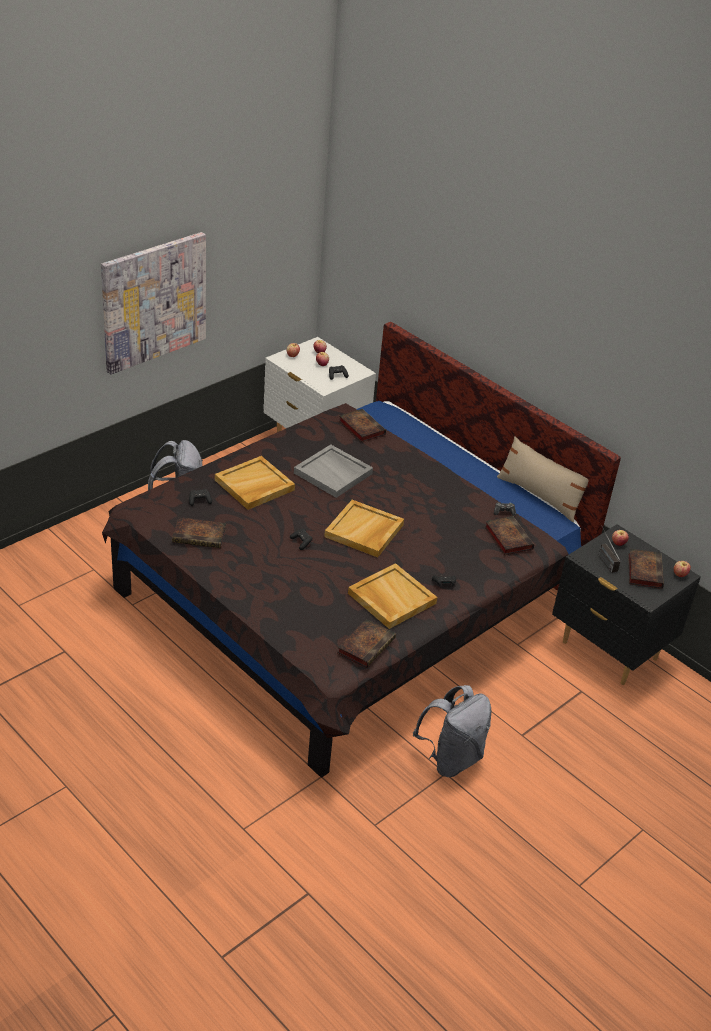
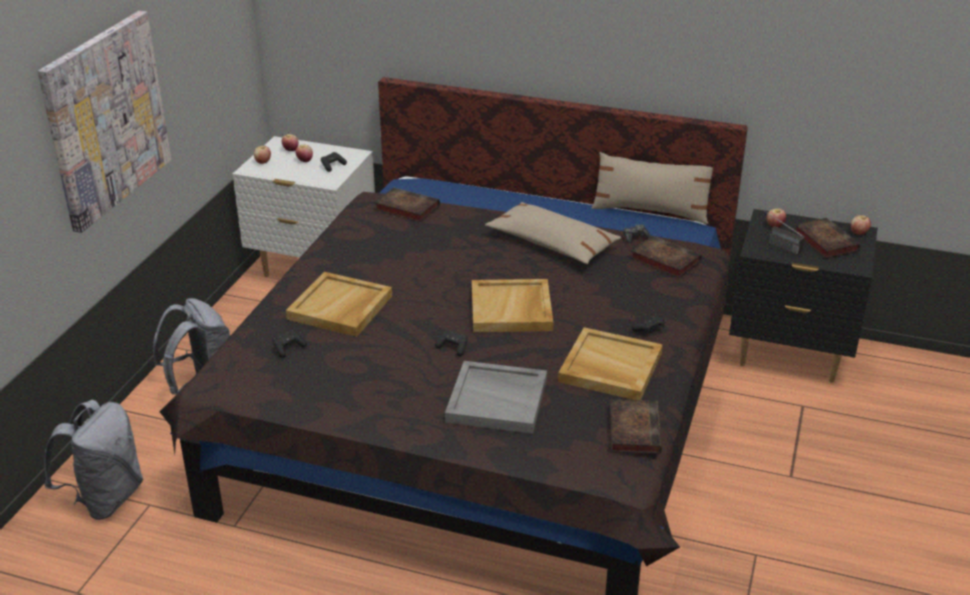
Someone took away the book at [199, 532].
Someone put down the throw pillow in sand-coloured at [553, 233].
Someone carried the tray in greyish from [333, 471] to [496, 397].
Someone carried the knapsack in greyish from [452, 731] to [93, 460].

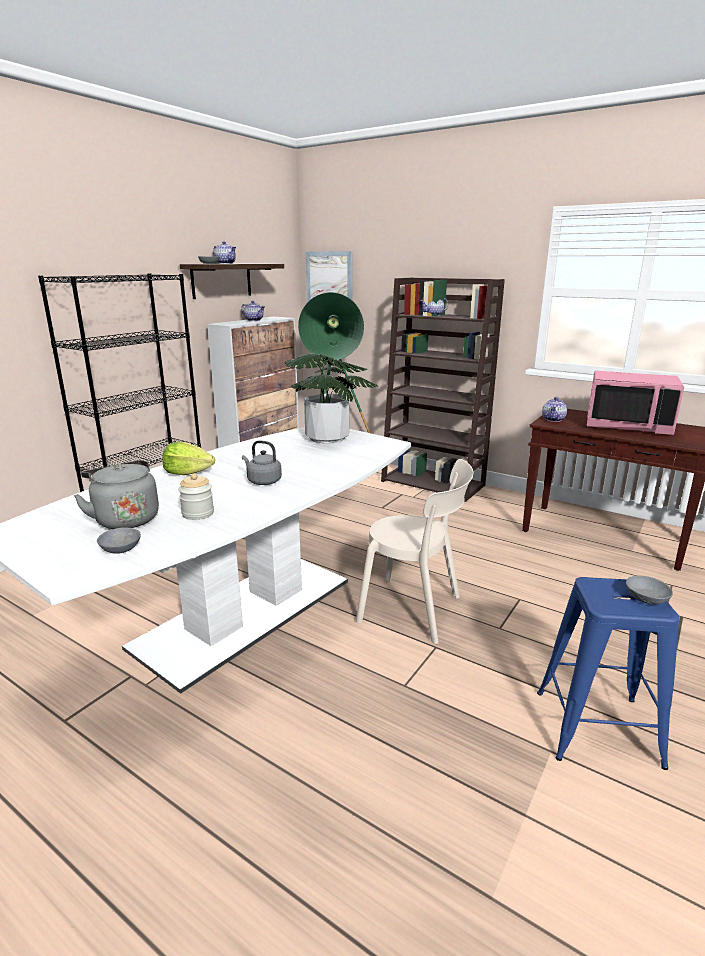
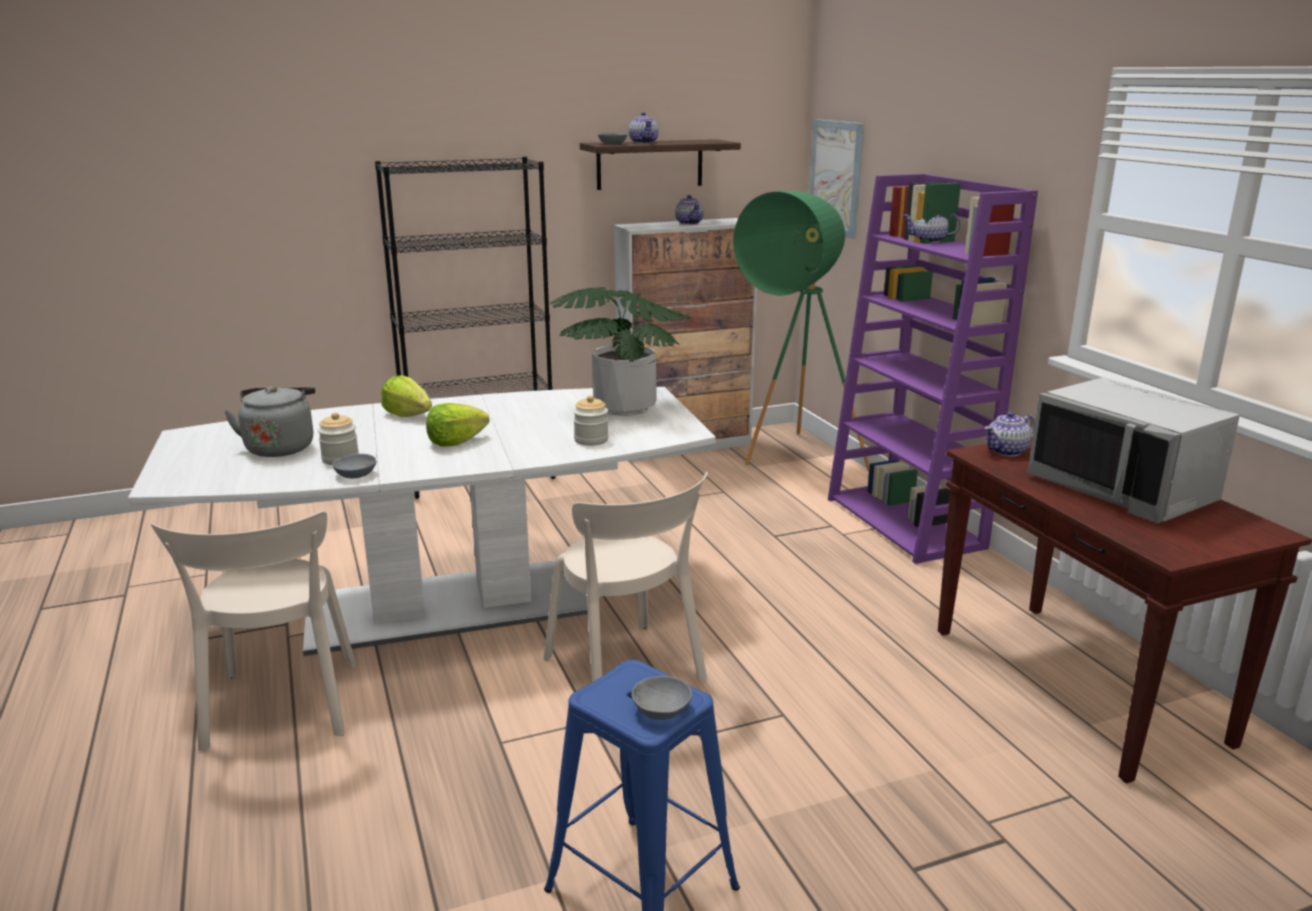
Someone put down the upright chair in sand-coloured at [253, 631].
Someone put down the preserve jar at [591, 420].
Someone carried the bowl in greyish from [119, 541] to [354, 466].
Someone swapped the kettle in greyish at [262, 463] for the head of lettuce at [457, 425].
Someone repainted the shelving unit in brown-coloured at [443, 390], which became the shelving unit in purple-coloured at [933, 369].
Someone repainted the microwave oven in pinkish at [635, 402], which became the microwave oven in greyish at [1134, 450].

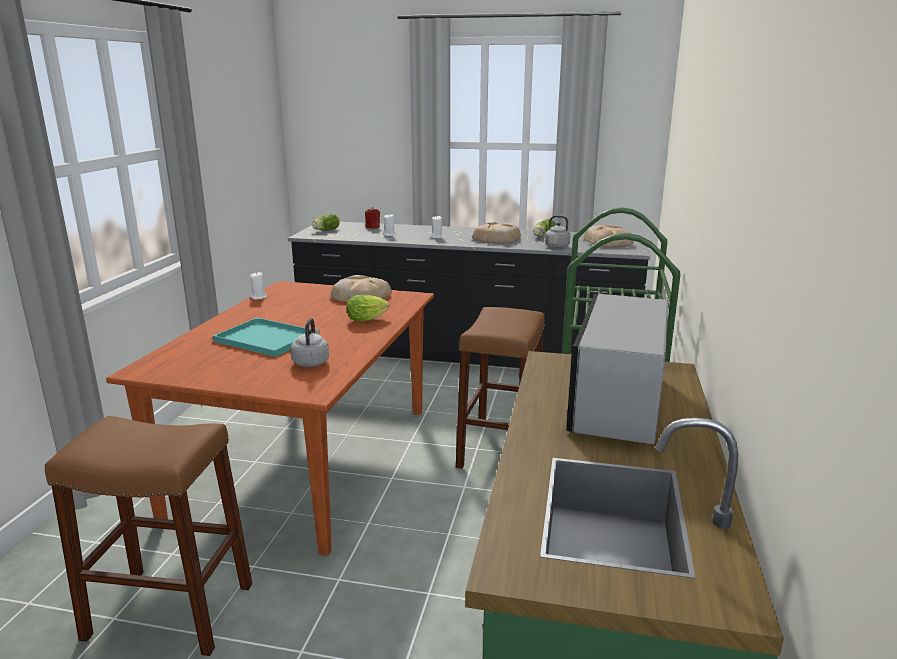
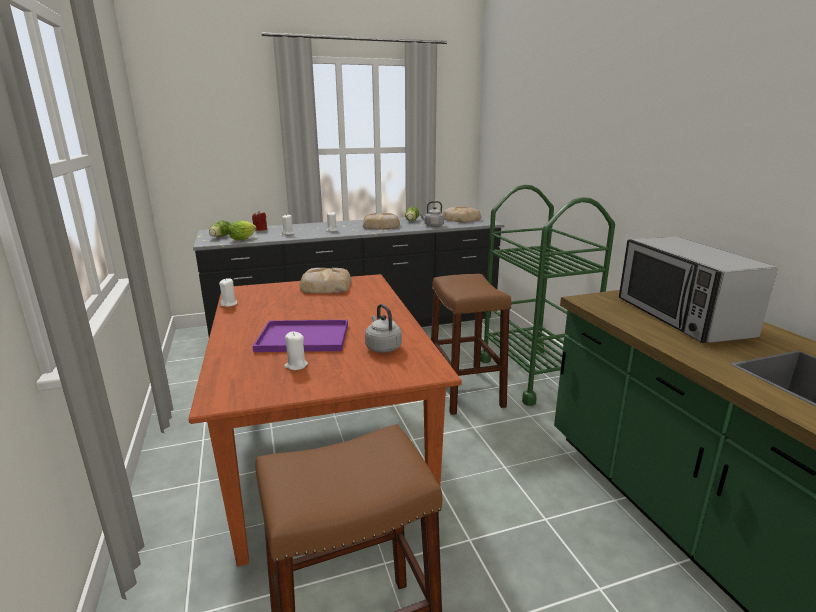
Someone put down the wax candle in whitish at [296, 350].
Someone carried the head of lettuce from [367, 308] to [242, 230].
Someone repainted the tray in turquoise-coloured at [264, 337], which became the tray in purple-coloured at [300, 336].

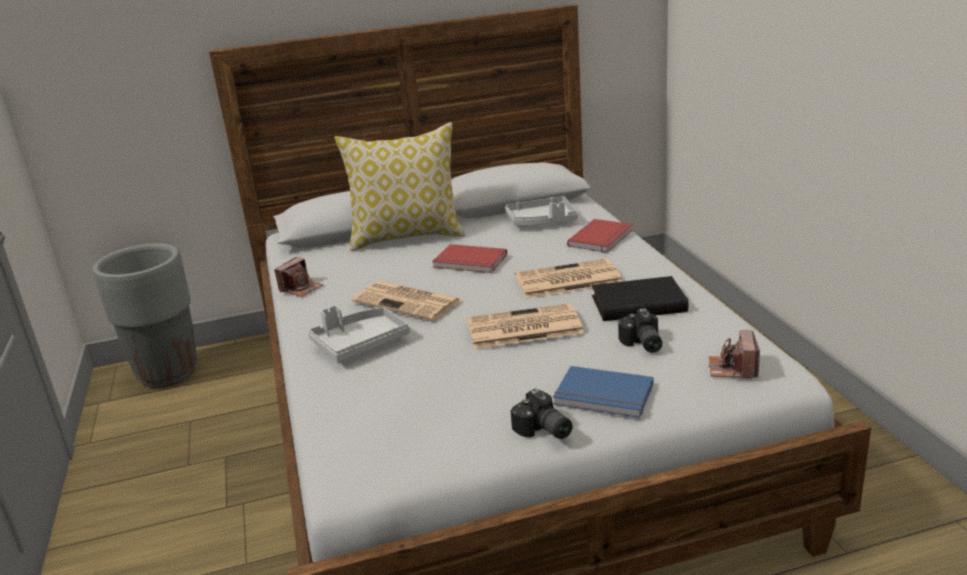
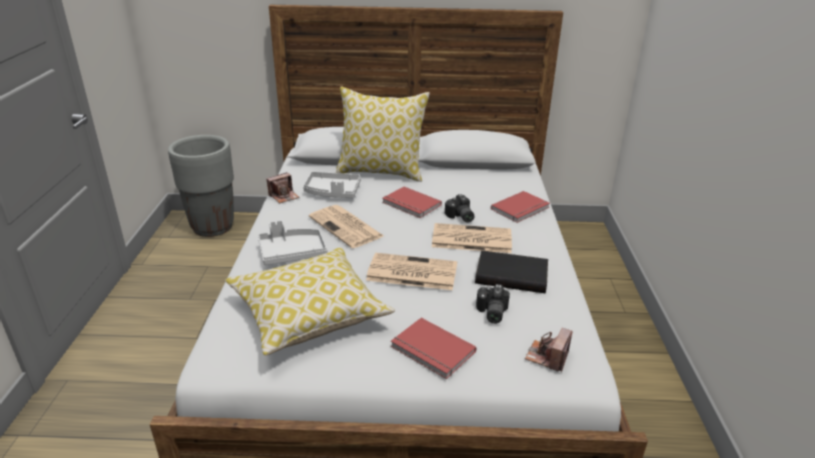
Someone put down the throw pillow at [310, 301].
Someone carried the tray in greyish from [541, 211] to [332, 185].
Someone carried the still camera from [542, 413] to [459, 208].
Someone repainted the book in blue-coloured at [603, 392], which became the book in reddish at [433, 348].

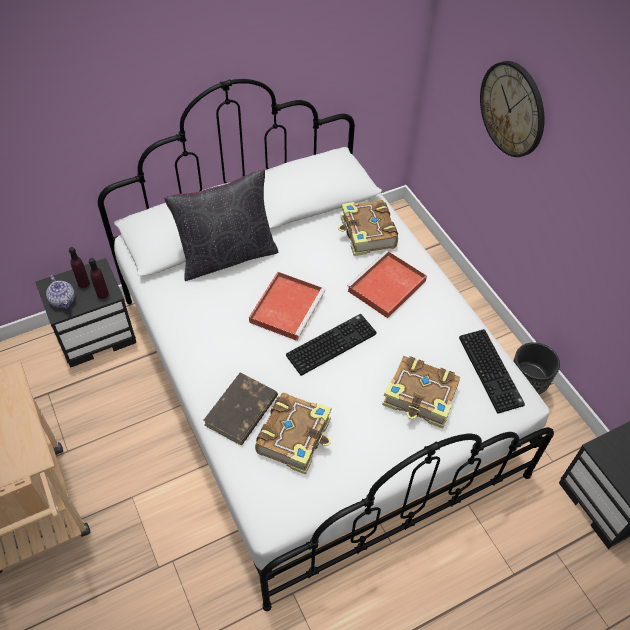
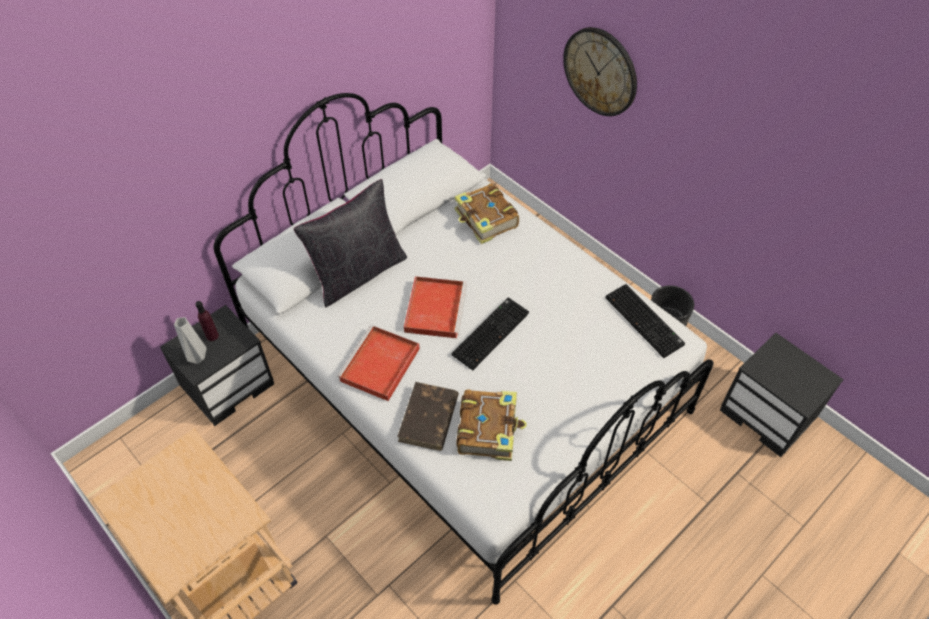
Someone took away the drink bottle in purple-coloured at [99, 278].
Someone took away the book at [421, 392].
Someone carried the tray in reddish from [387, 284] to [378, 363].
Someone swapped the pot for tea at [60, 292] for the vase in greyish at [190, 340].

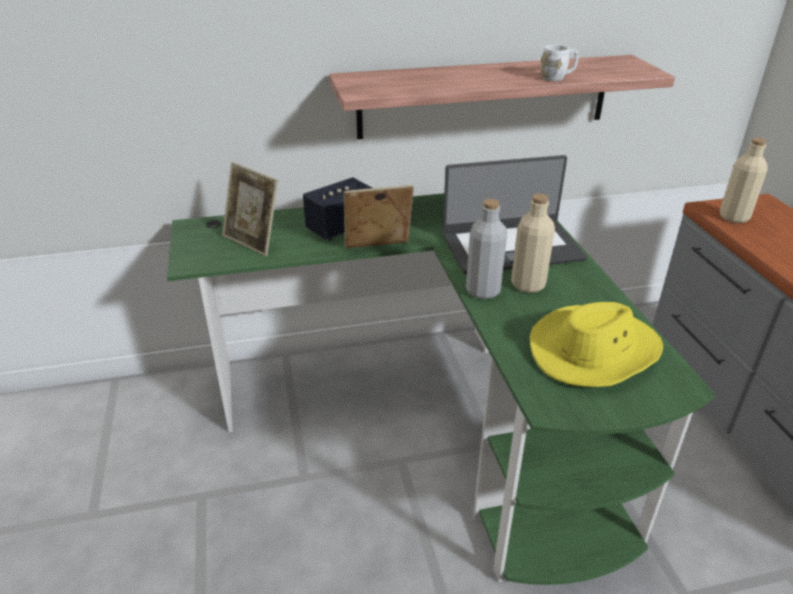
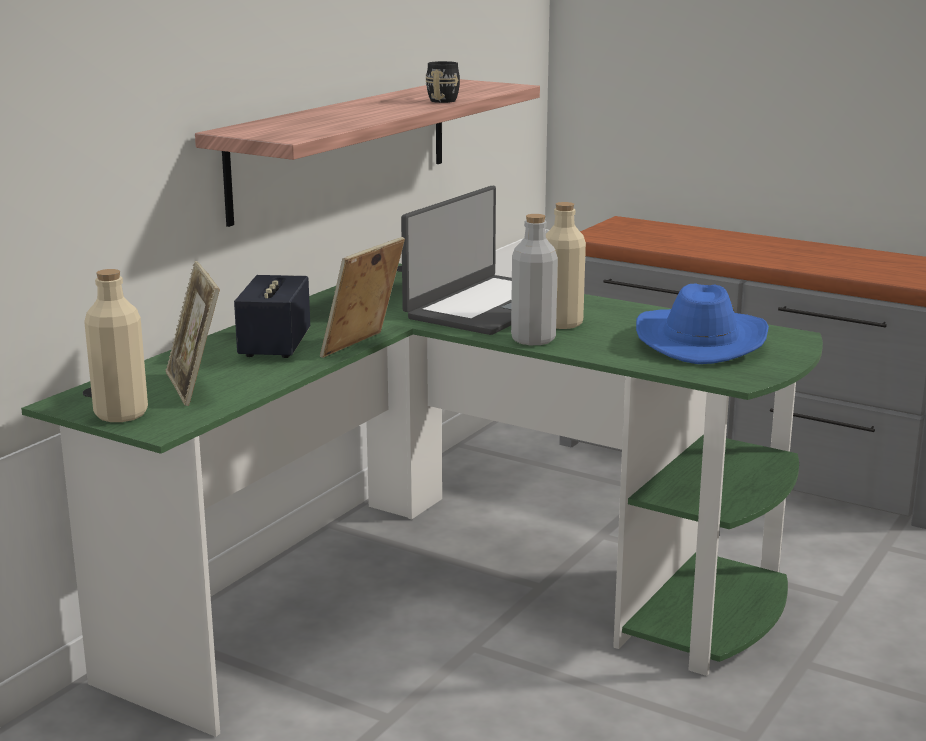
Someone carried the drink bottle in sand-coloured from [744, 180] to [116, 345].
Someone repainted the wearable hat in yellowish at [596, 344], which became the wearable hat in blue-coloured at [702, 323].
Someone repainted the mug in whitish at [560, 63], which became the mug in black at [443, 82].
Someone rotated the standing frame at [250, 209] by 75 degrees clockwise.

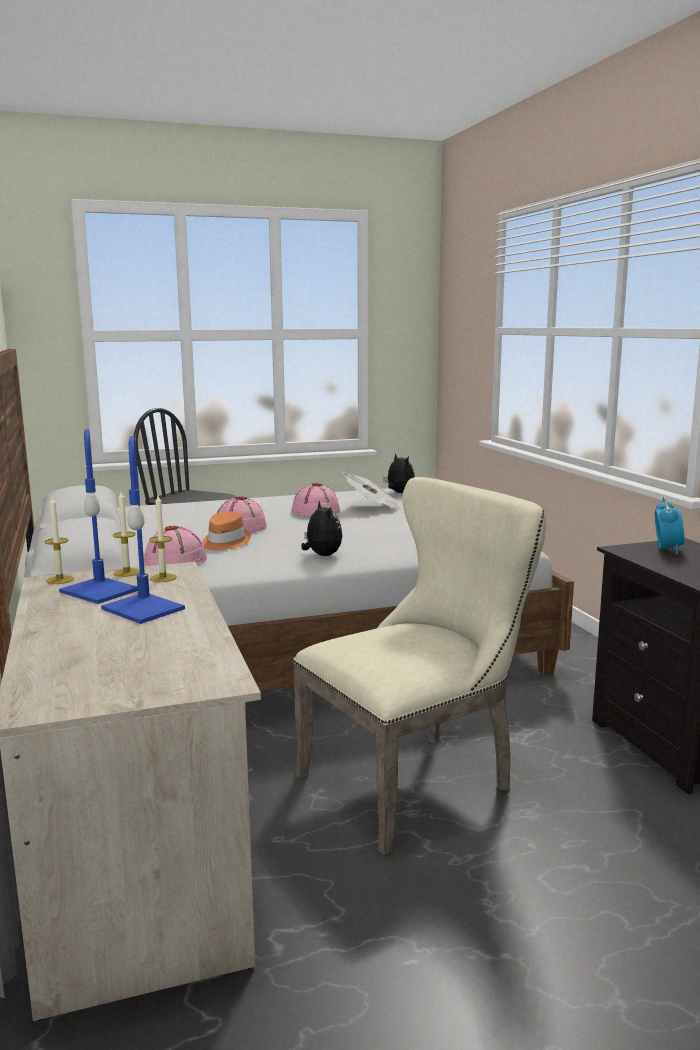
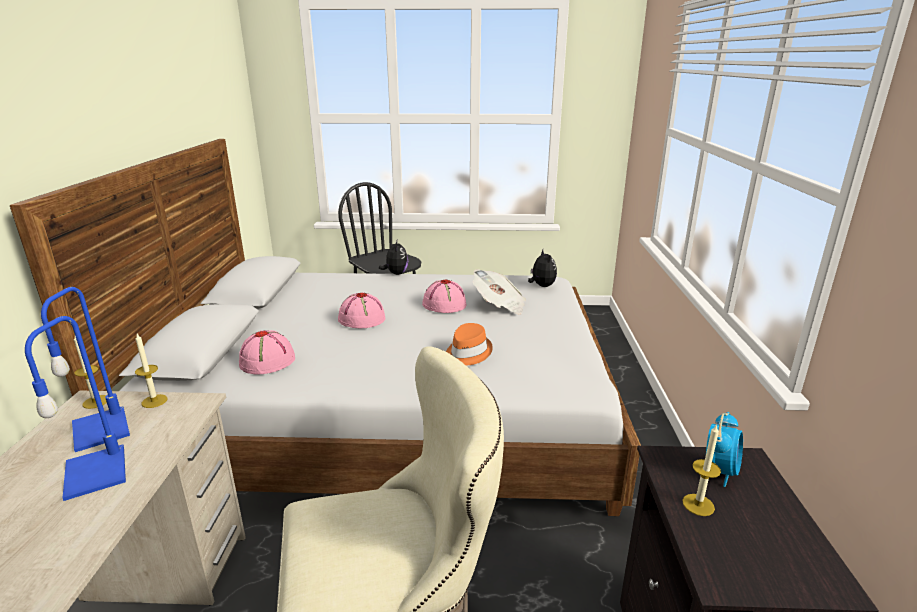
Someone carried the wax candle from [163, 539] to [701, 470].
Someone carried the wearable hat in orange-coloured from [226, 530] to [469, 344].
Someone carried the plush toy from [322, 528] to [393, 256].

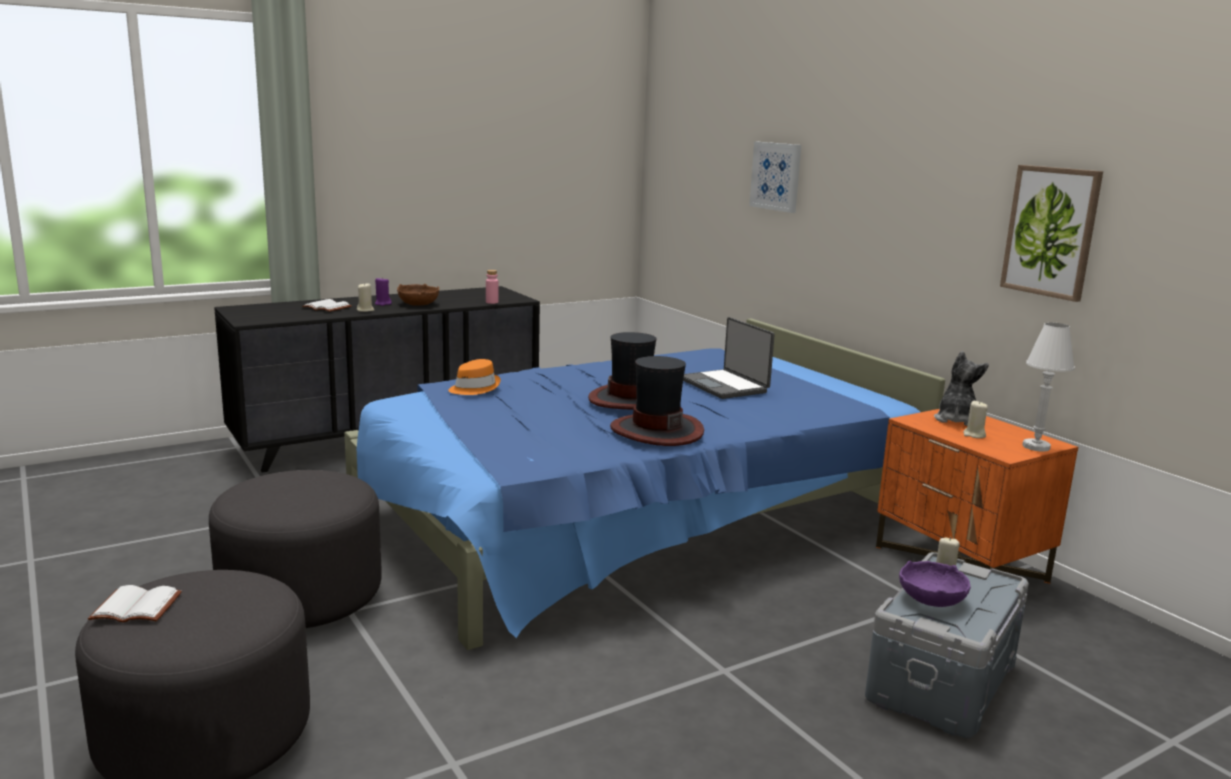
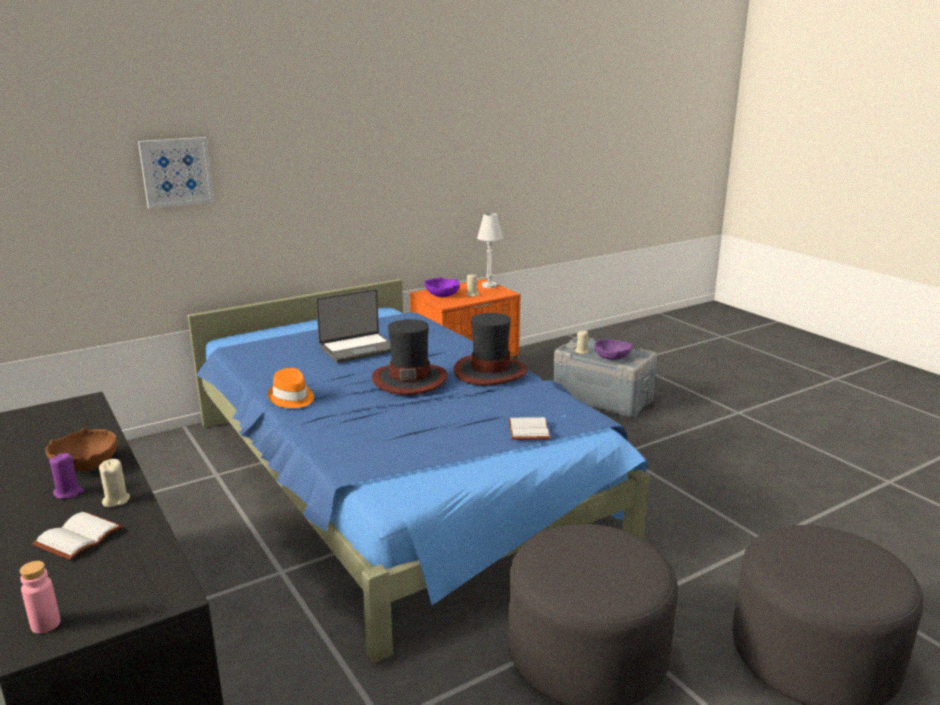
Someone took away the wall picture at [1051, 233].
Someone carried the book in whitish from [135, 603] to [529, 428].
Someone carried the wearable hat in orange-coloured from [474, 377] to [291, 388].
Someone carried the drink bottle in pinkish from [492, 287] to [40, 597].
Someone swapped the plush toy at [961, 388] for the bowl in purple-coloured at [442, 287].

